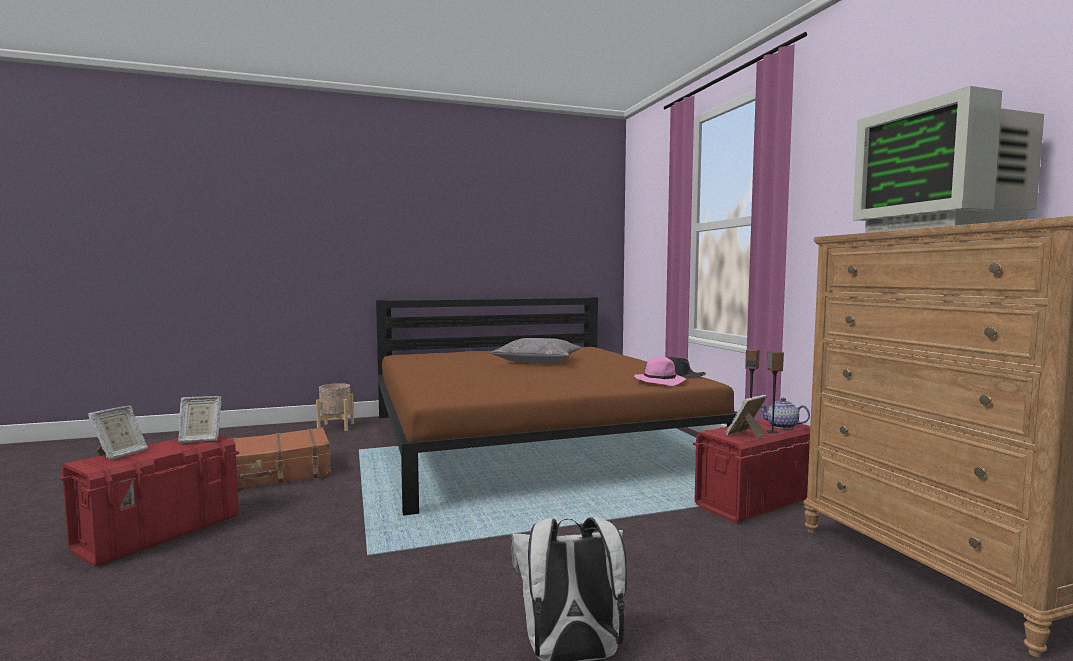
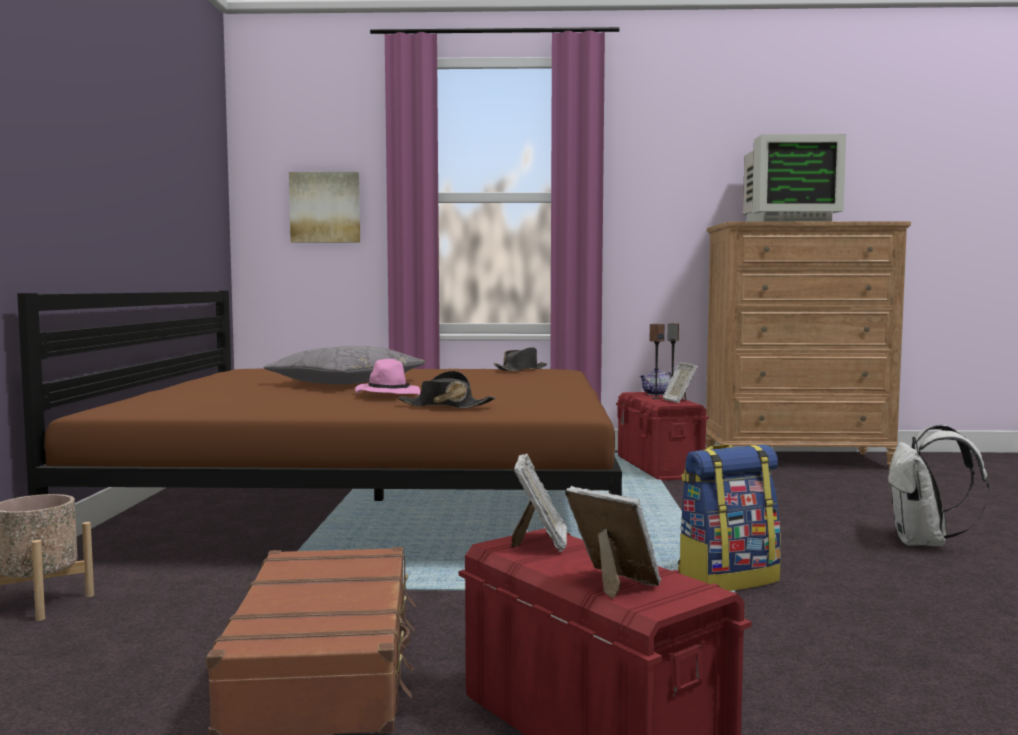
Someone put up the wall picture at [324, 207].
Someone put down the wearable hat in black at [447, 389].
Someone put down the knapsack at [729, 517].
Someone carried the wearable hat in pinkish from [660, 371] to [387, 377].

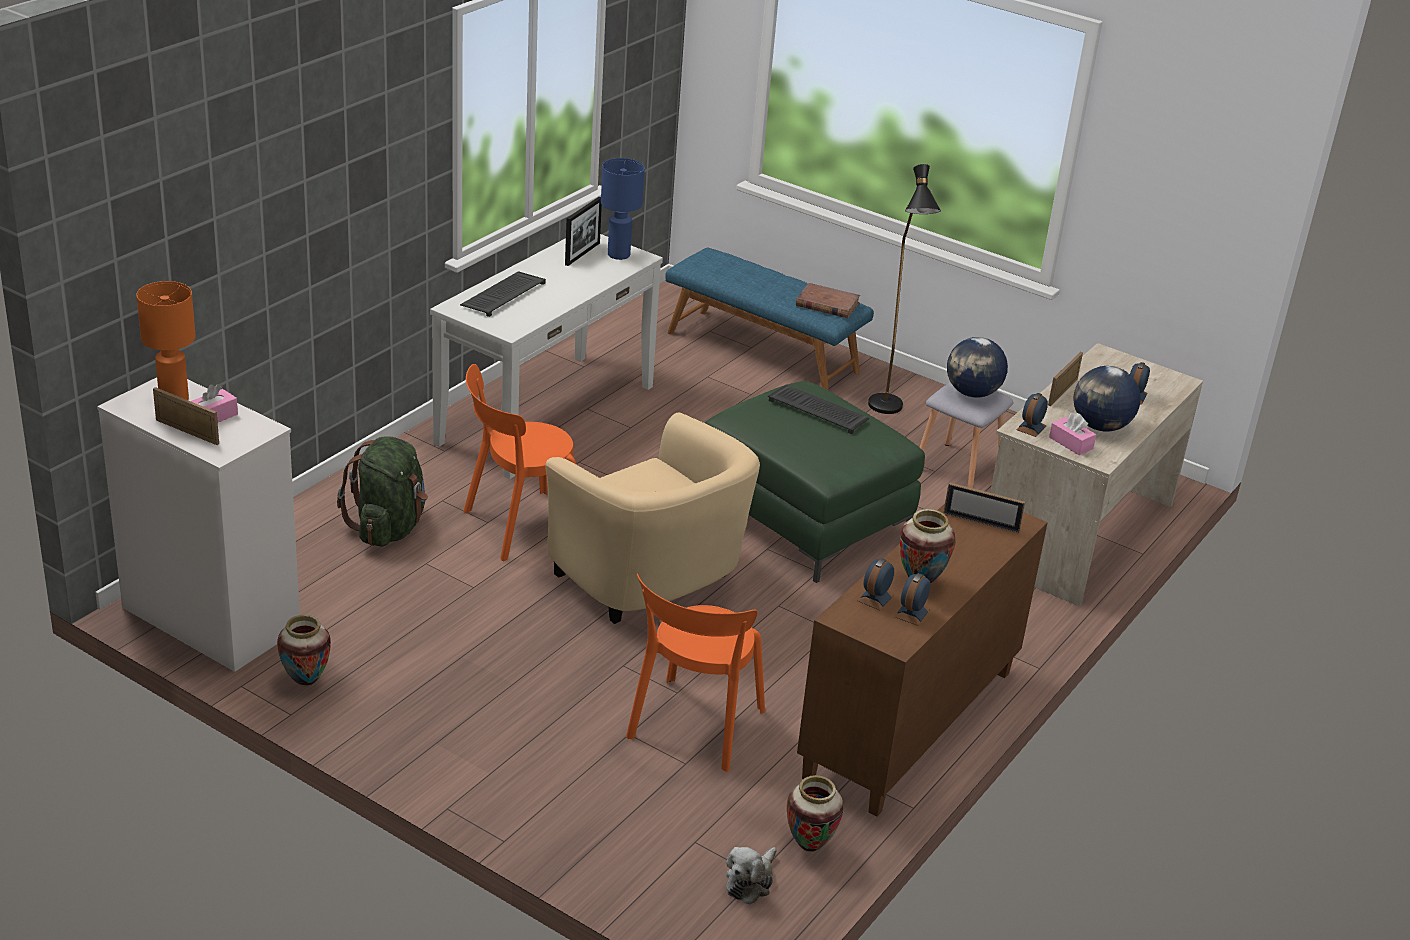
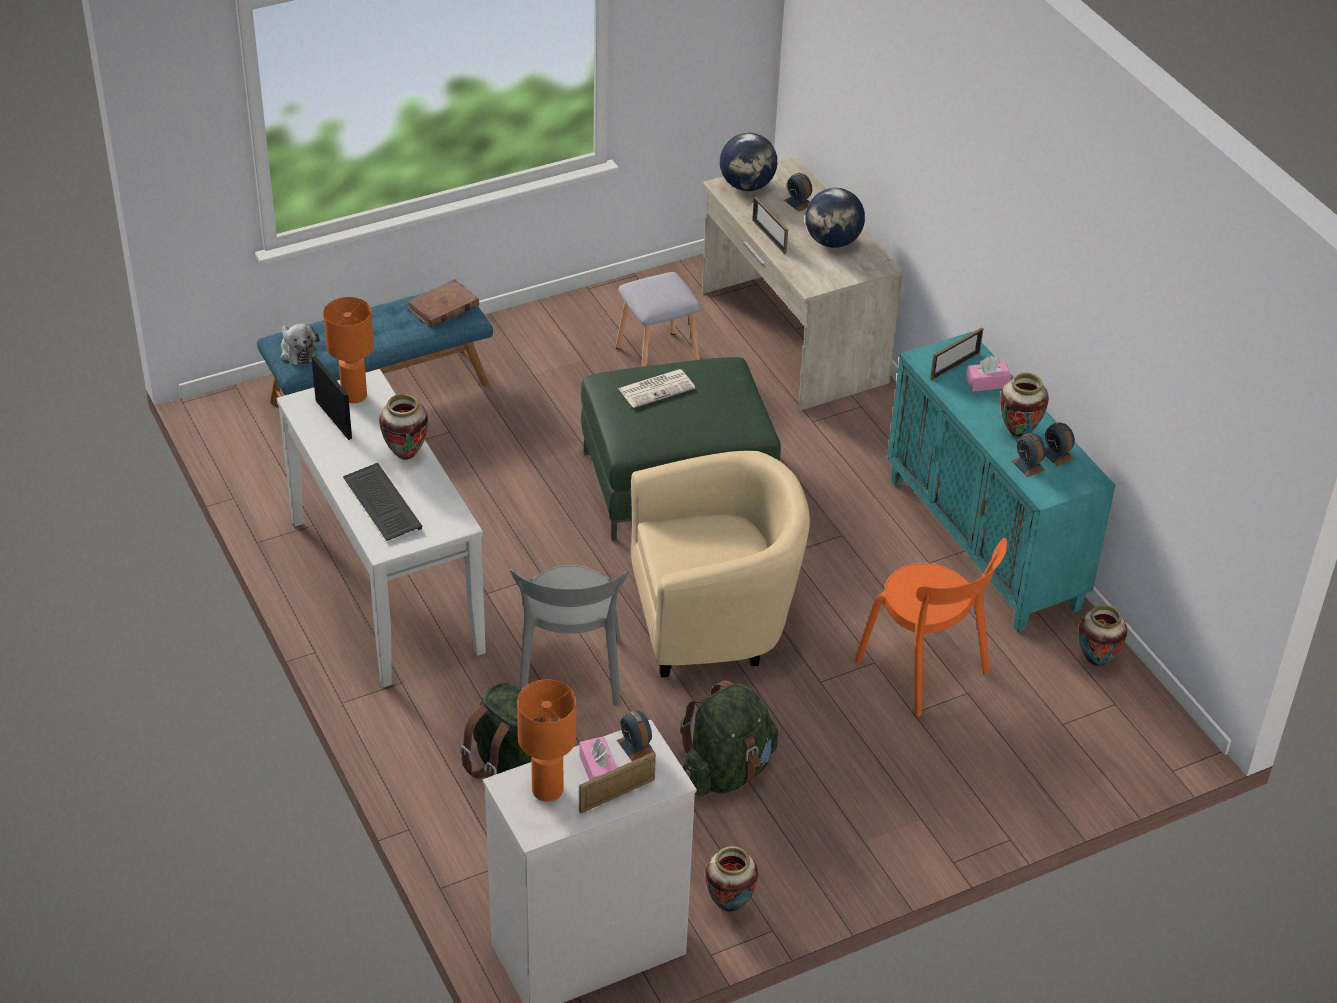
Someone took away the floor lamp in black at [904, 289].
Someone put down the vase at [403, 427].
Someone put down the knapsack in green at [729, 738].
Someone carried the plush toy from [751, 876] to [300, 344].
Someone carried the world globe from [977, 367] to [748, 162].
Someone carried the table clock from [1032, 415] to [635, 735].
Someone carried the tissue holder in pinkish from [1072, 434] to [988, 374].
Someone swapped the keyboard at [819, 409] for the daily paper at [656, 388].
Someone repainted the upright chair in orange-coloured at [520, 462], which became the upright chair in greyish at [569, 635].
Someone repainted the tabletop lamp in blue-coloured at [623, 209], which became the tabletop lamp in orange-coloured at [348, 350].
Someone repainted the cupboard in brown-coloured at [922, 660], which became the cupboard in turquoise-coloured at [1001, 482].

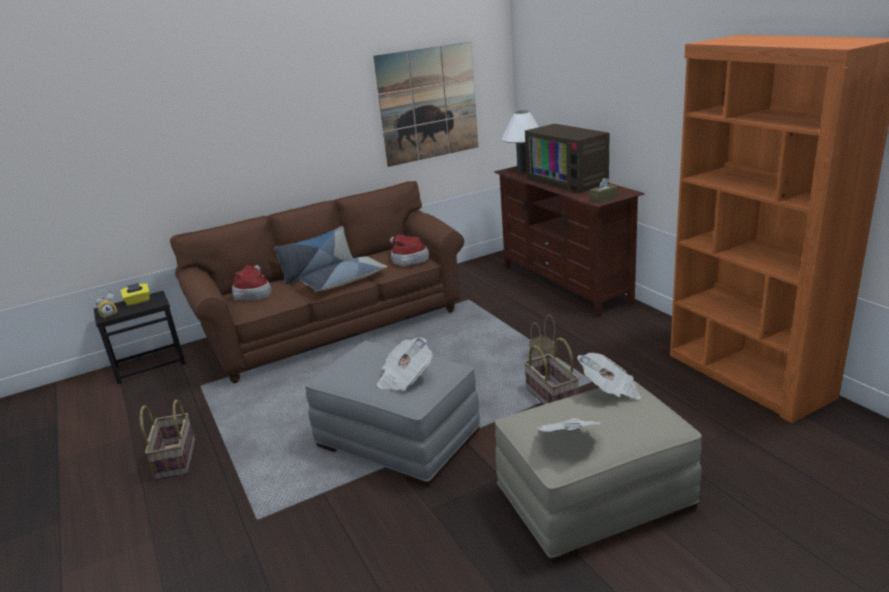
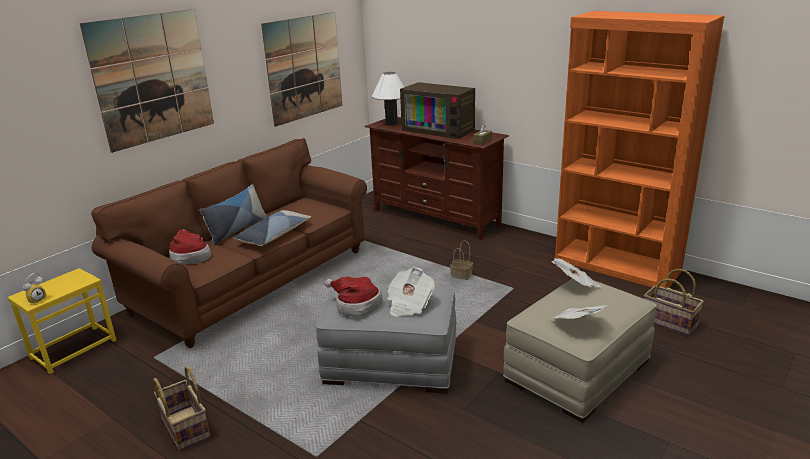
Someone took away the tissue holder in yellowish at [135, 294].
Someone put up the wall picture at [147, 81].
Someone carried the wearable hat from [409, 251] to [353, 297].
Someone carried the household basket from [552, 371] to [674, 302].
Someone repainted the accent table in black at [140, 337], which became the accent table in yellowish at [61, 321].

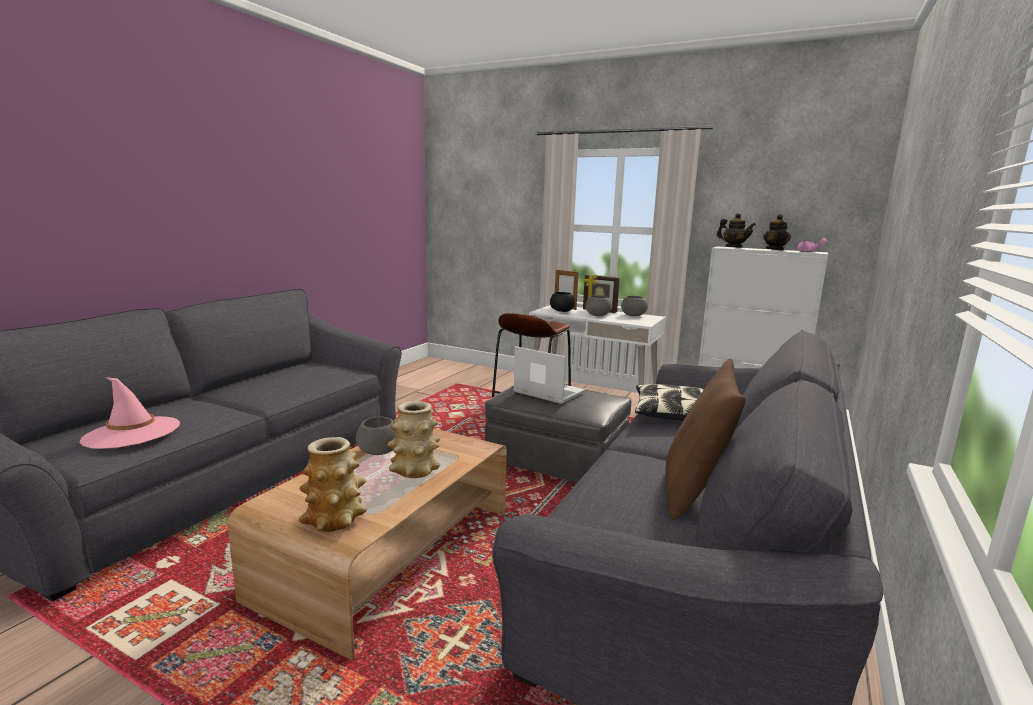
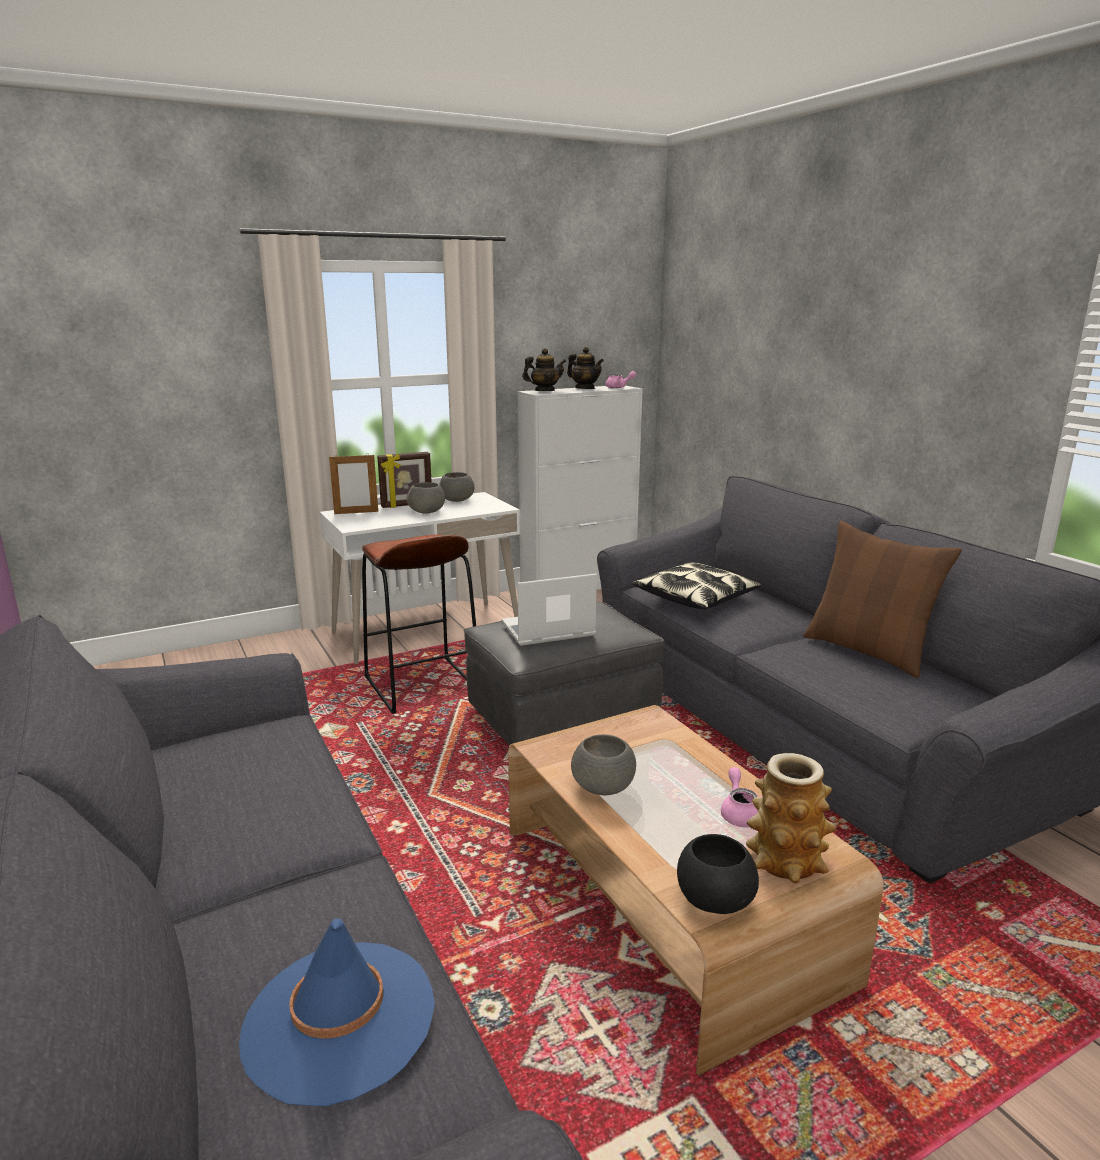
Someone took away the vase at [413, 439].
Someone put down the pot for tea in pinkish at [742, 797].
Someone carried the bowl in black from [562, 302] to [718, 874].
Someone repainted the wearable hat in pinkish at [129, 413], which became the wearable hat in blue-coloured at [337, 1012].

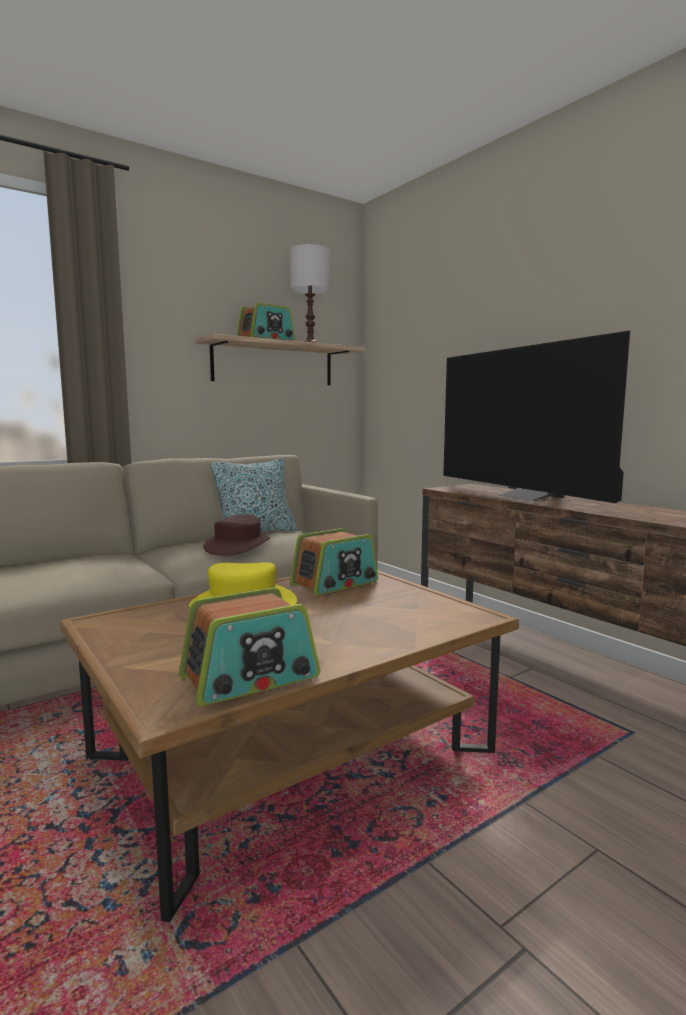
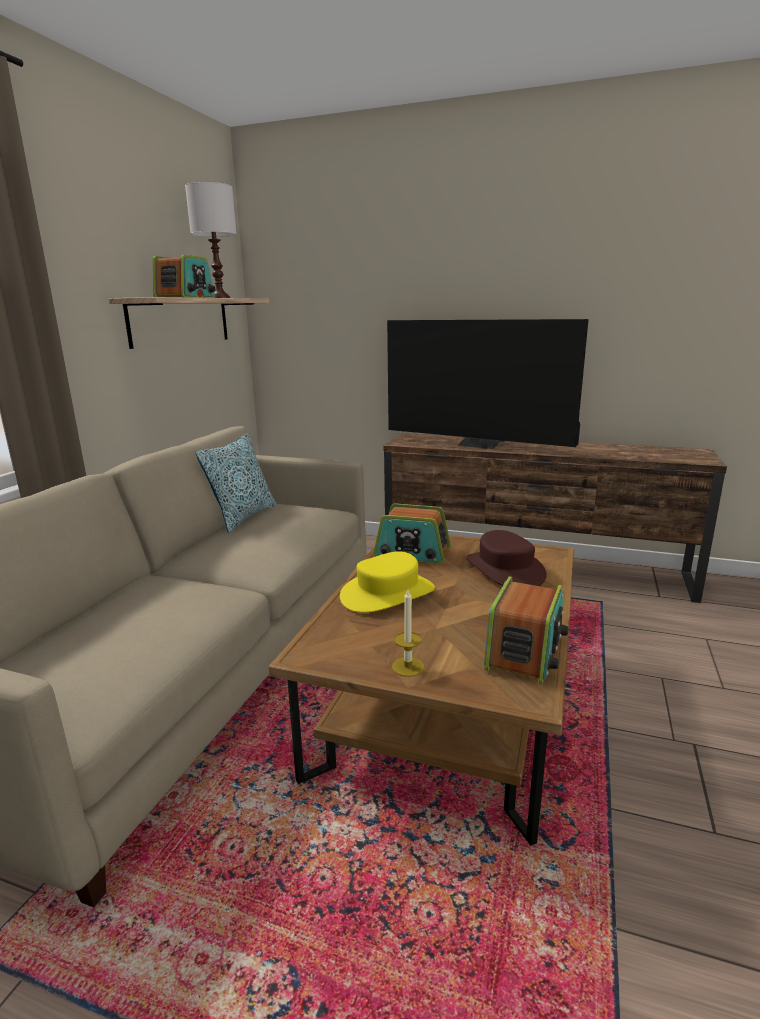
Someone put down the wax candle at [408, 633].
Someone carried the wearable hat in brown-coloured from [236, 535] to [506, 558].
Someone rotated the radio at [334, 562] by 90 degrees clockwise.

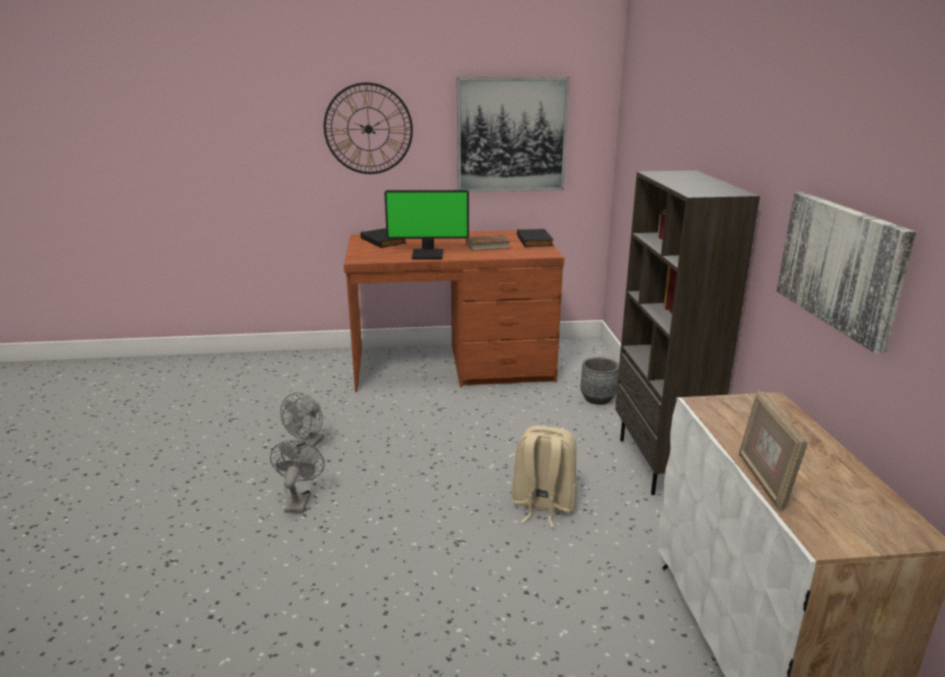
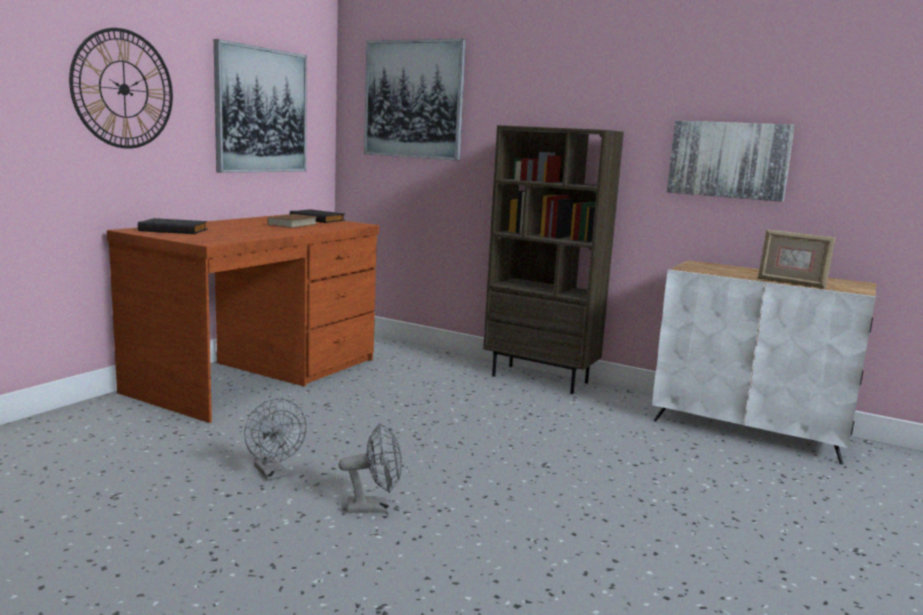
Someone took away the computer display at [426, 224].
Someone took away the knapsack in sand-coloured at [544, 477].
Someone took away the plant pot in greyish at [599, 381].
Someone put up the wall picture at [415, 100].
Someone rotated the cooling fan in greyish at [297, 476] by 135 degrees clockwise.

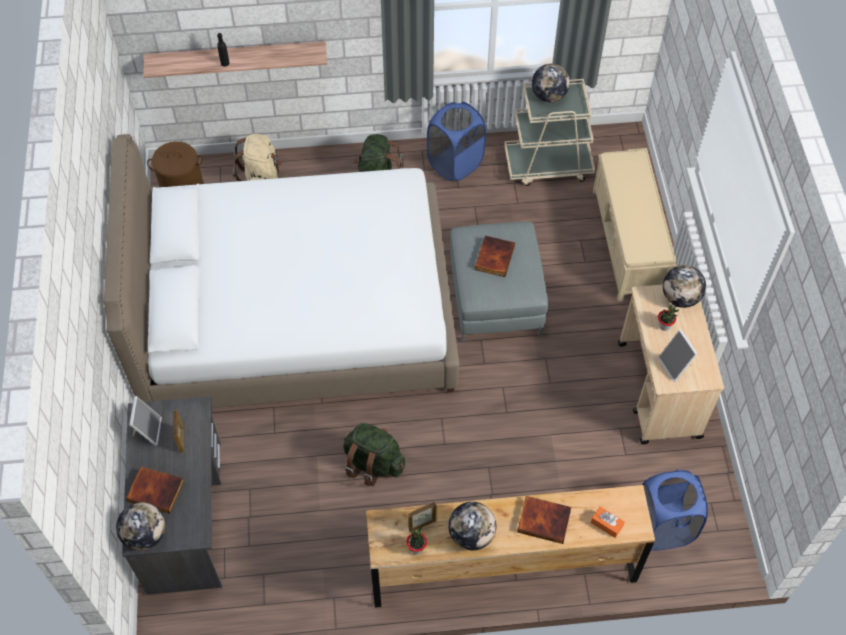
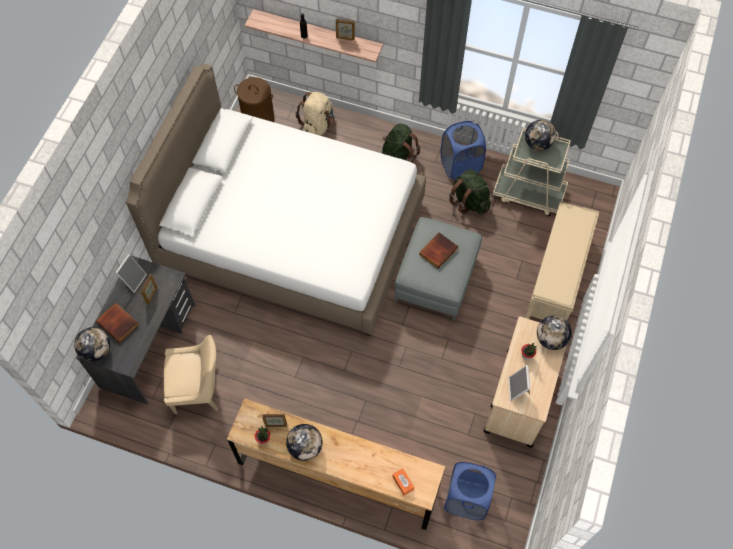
Someone took away the book at [544, 520].
Someone put down the upright chair in sand-coloured at [191, 374].
Someone put down the standing frame at [345, 29].
Someone carried the knapsack in green from [374, 454] to [470, 192].

